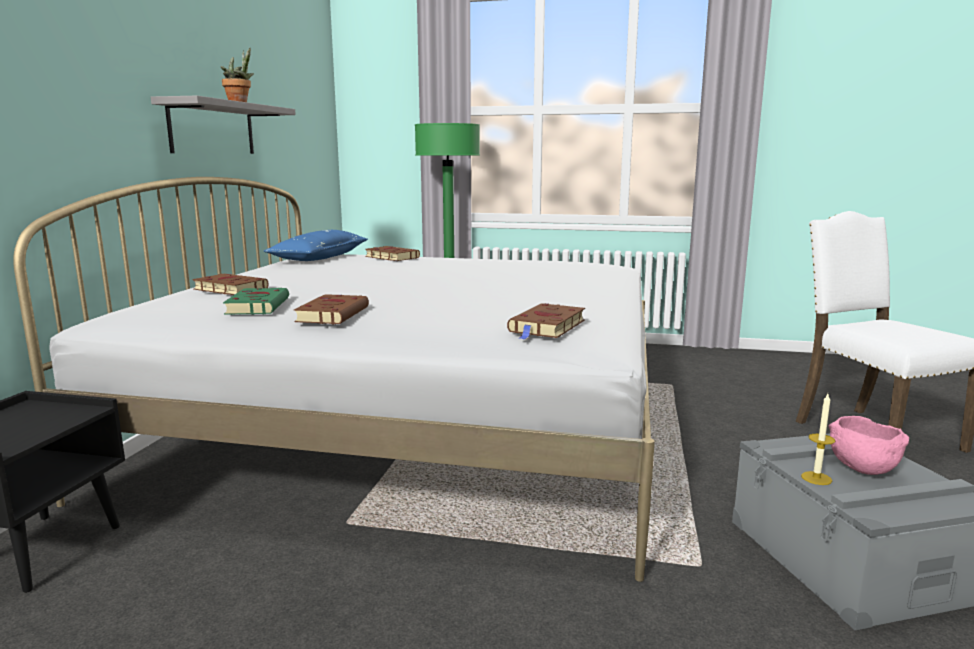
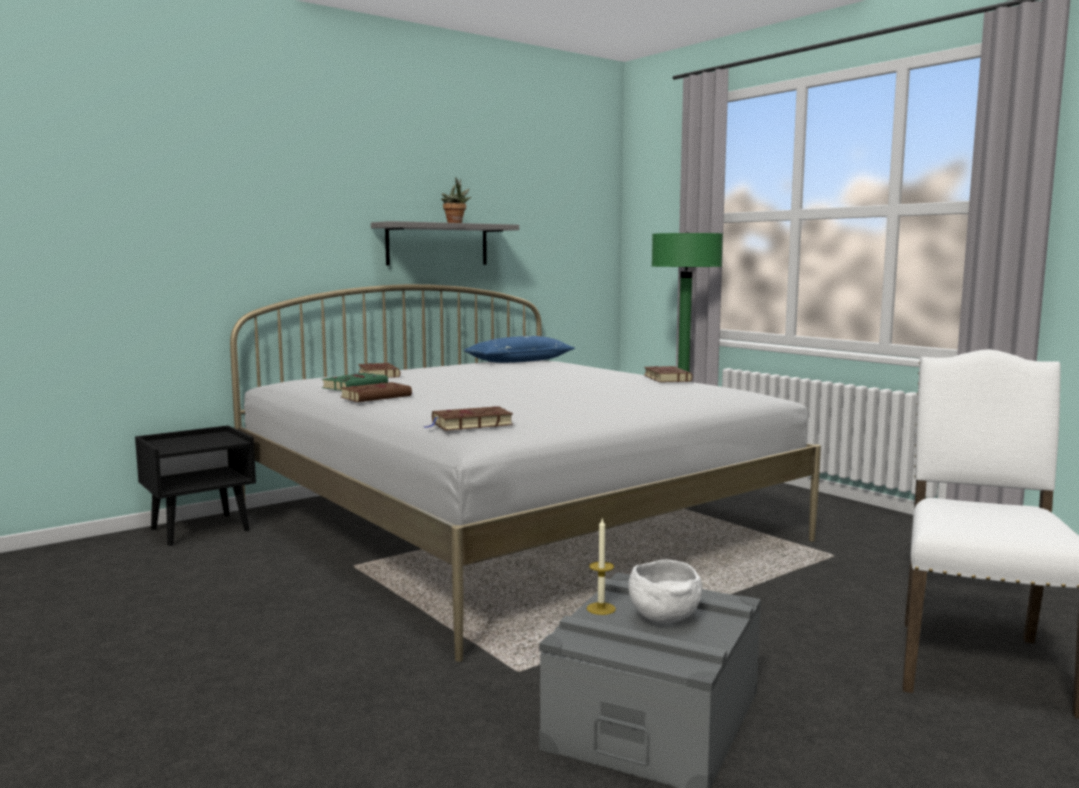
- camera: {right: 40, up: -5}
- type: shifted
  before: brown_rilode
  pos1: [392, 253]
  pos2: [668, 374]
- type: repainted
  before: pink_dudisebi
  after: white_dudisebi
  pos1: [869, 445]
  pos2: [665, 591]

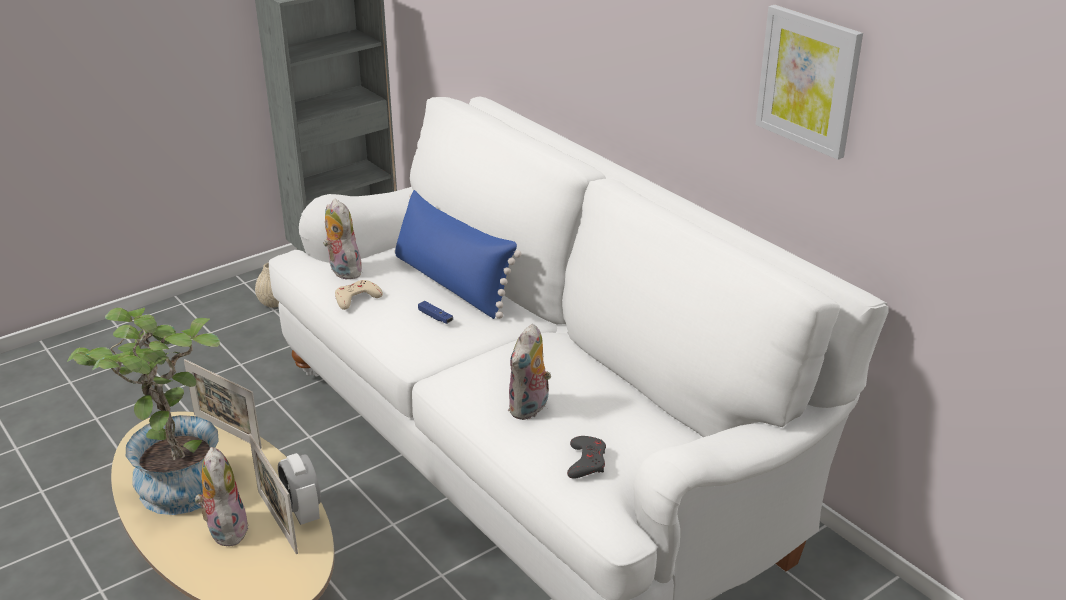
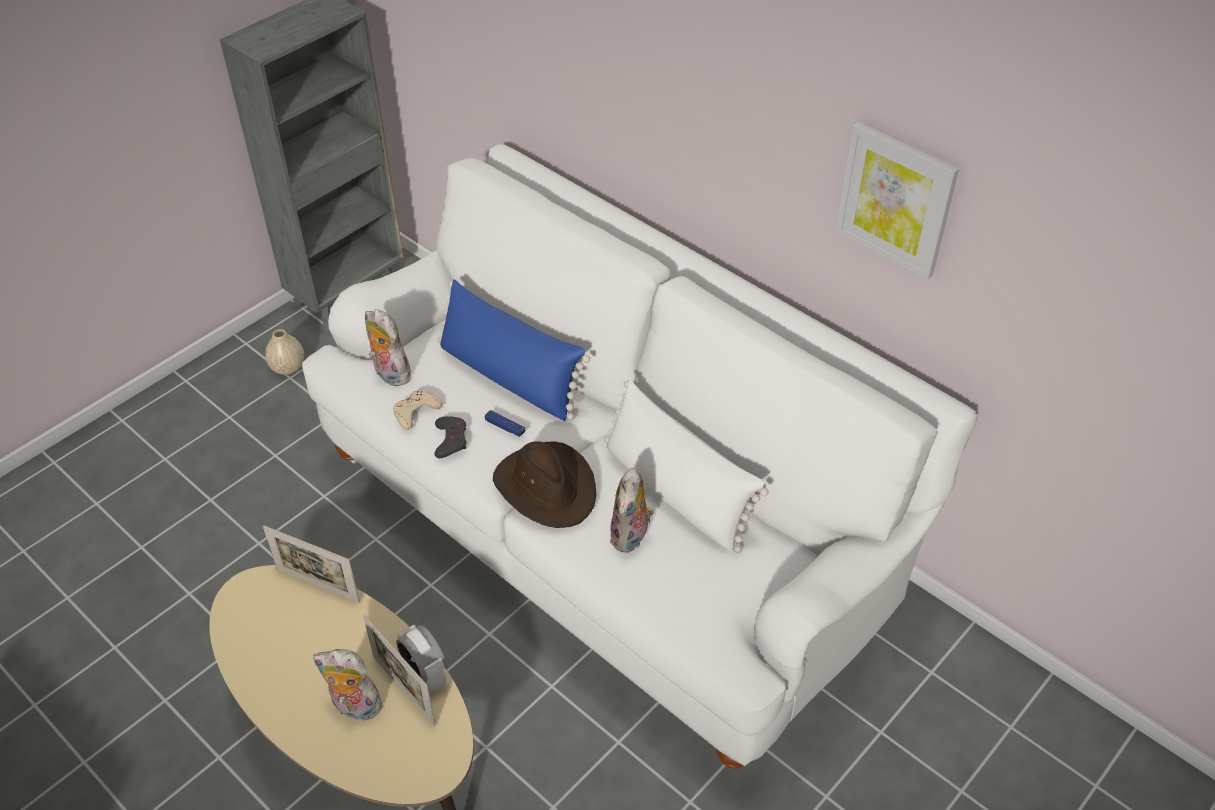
- camera: {right: -10, up: 15}
- type: gone
  before: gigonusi
  pos1: [143, 411]
- type: shifted
  before: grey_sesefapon
  pos1: [586, 457]
  pos2: [450, 437]
- type: rotated
  before: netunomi
  pos1: [222, 496]
  pos2: [349, 685]
  turn: -45
- type: new
  after: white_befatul
  pos2: [686, 466]
- type: new
  after: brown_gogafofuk
  pos2: [544, 484]

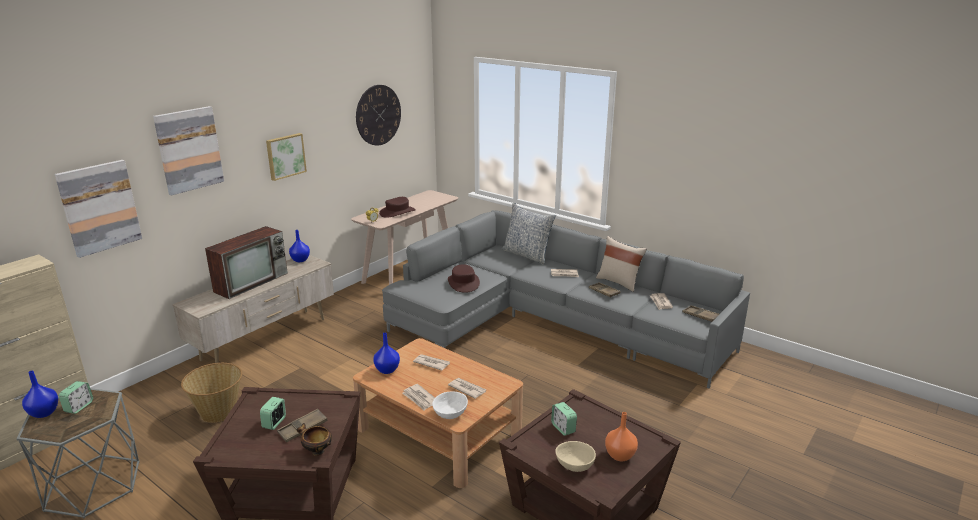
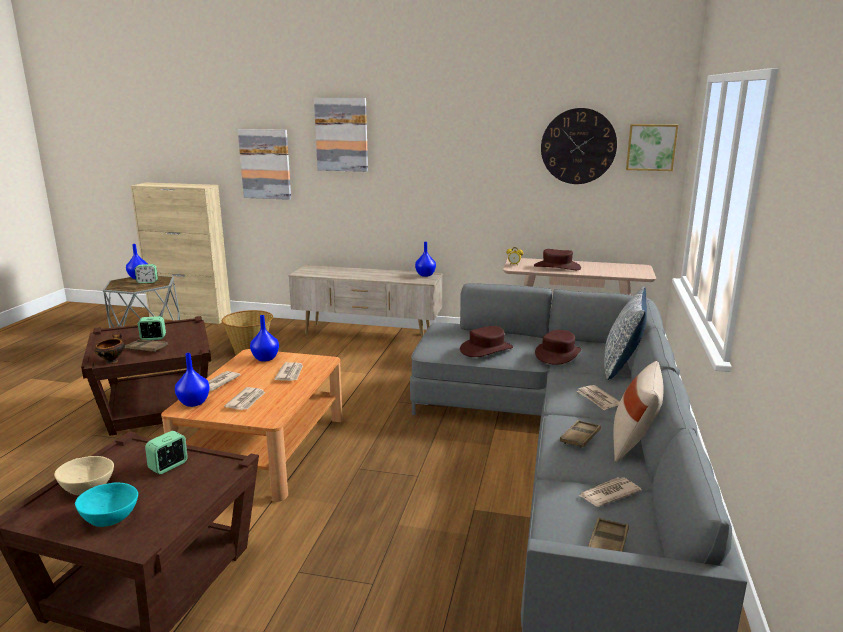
- camera: {right: 65, up: -5}
- type: shifted
  before: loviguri
  pos1: [286, 157]
  pos2: [652, 147]
- type: gone
  before: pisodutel
  pos1: [246, 262]
- type: swapped
  before: white_dudisebi
  after: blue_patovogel
  pos1: [450, 405]
  pos2: [192, 380]
- type: swapped
  before: orange_patovogel
  after: turquoise_dudisebi
  pos1: [621, 436]
  pos2: [106, 505]
- type: new
  after: brown_gogafofuk
  pos2: [558, 347]

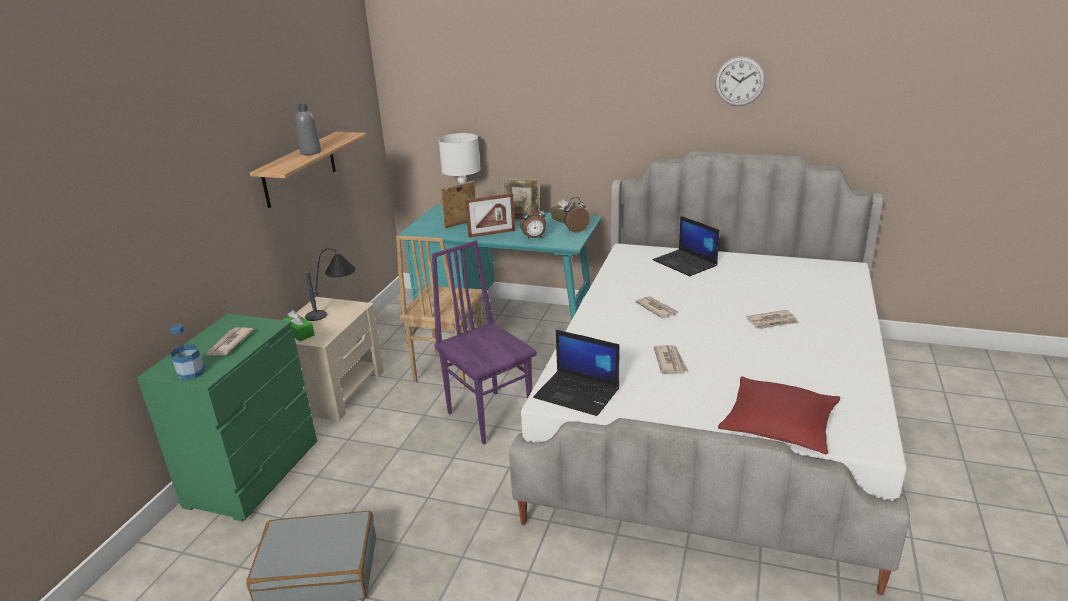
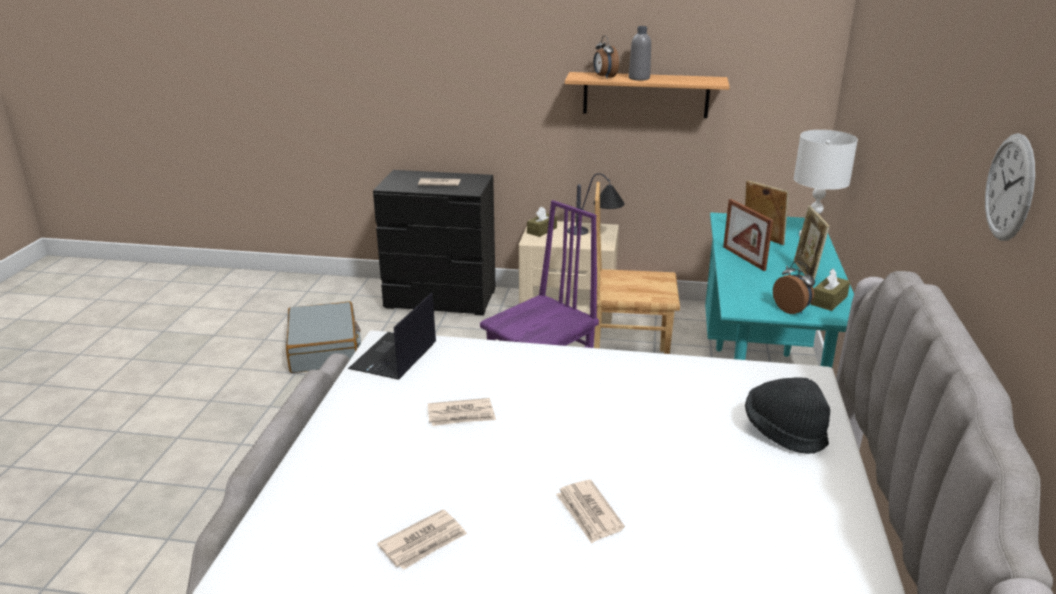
- camera: {right: 80, up: 0}
- type: shifted
  before: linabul
  pos1: [533, 222]
  pos2: [606, 56]
- type: swapped
  before: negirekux
  after: black_gogafofuk
  pos1: [686, 246]
  pos2: [787, 415]
- type: shifted
  before: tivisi
  pos1: [657, 307]
  pos2: [422, 539]
- type: repainted
  before: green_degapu
  after: brown_degapu
  pos1: [299, 325]
  pos2: [542, 221]
- type: repainted
  before: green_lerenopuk
  after: black_lerenopuk
  pos1: [227, 418]
  pos2: [434, 243]
- type: gone
  before: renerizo
  pos1: [187, 352]
- type: gone
  before: red_befatul
  pos1: [779, 415]

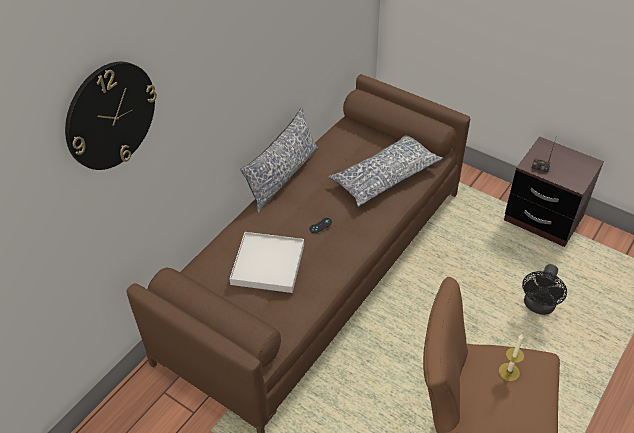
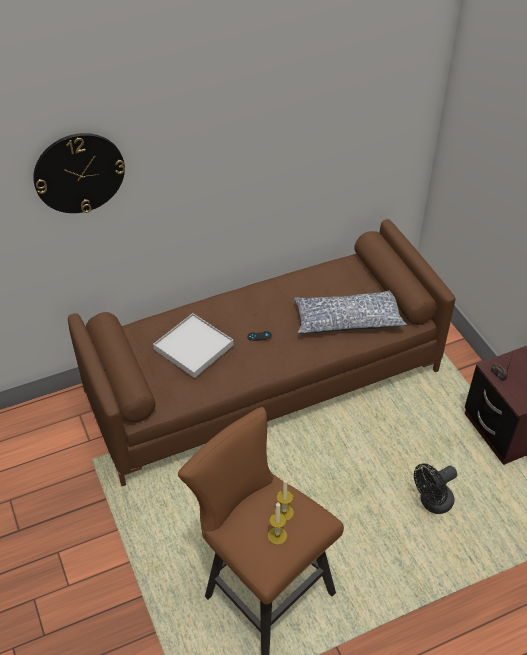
- camera: {right: 30, up: 0}
- type: gone
  before: befatul
  pos1: [279, 160]
- type: new
  after: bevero
  pos2: [277, 523]

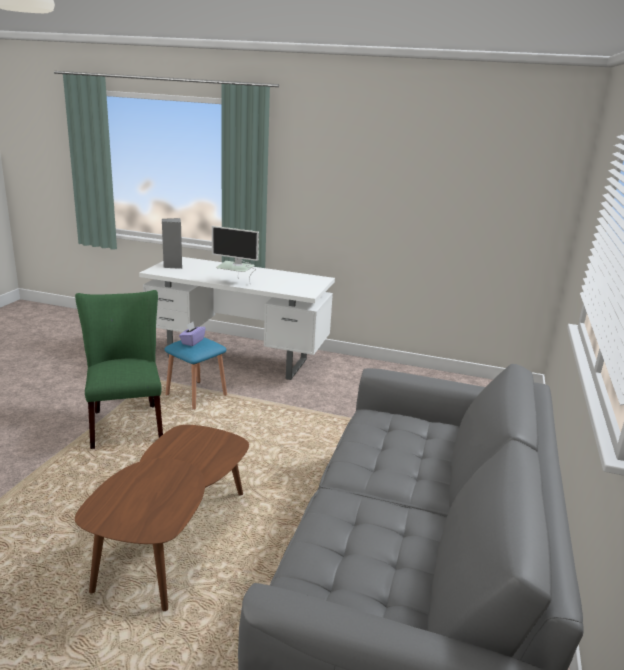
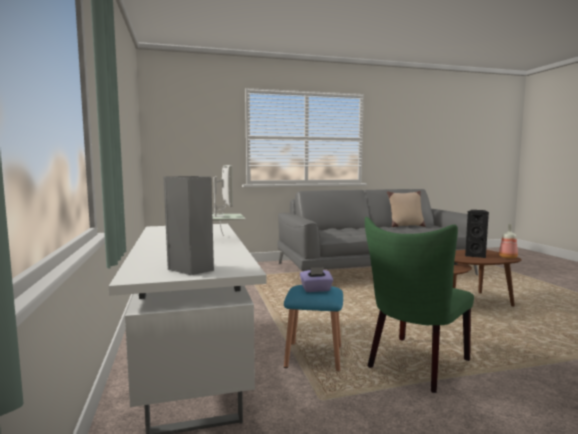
- camera: {right: -120, up: -15}
- type: new
  after: beige_befatul
  pos2: [406, 209]
- type: new
  after: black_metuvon
  pos2: [477, 234]
- type: new
  after: renerizo
  pos2: [508, 241]

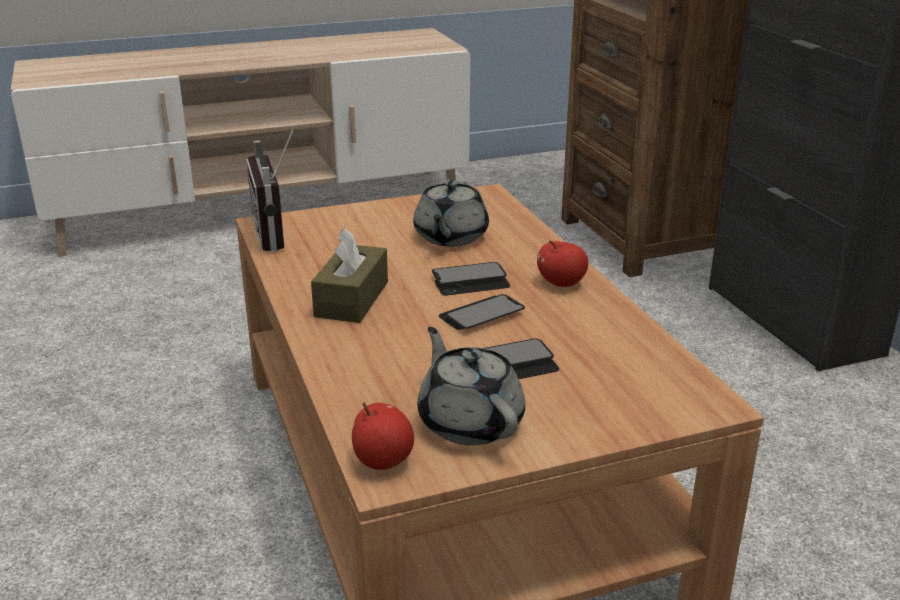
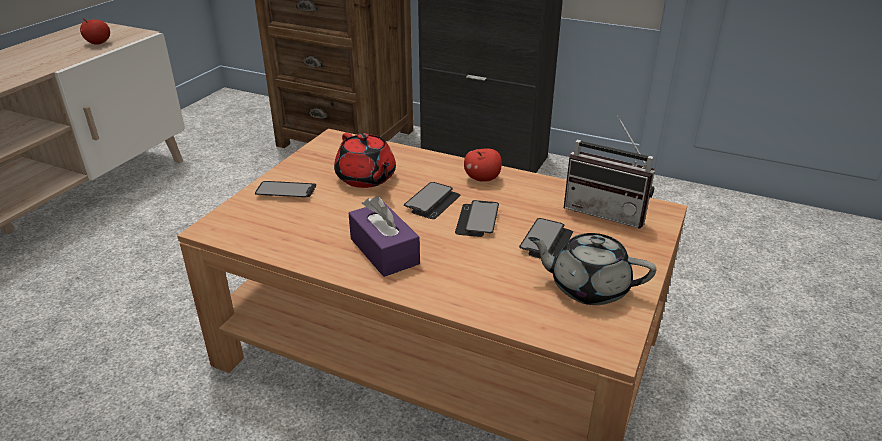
- camera: {right: -45, up: 5}
- type: shifted
  before: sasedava
  pos1: [270, 188]
  pos2: [609, 172]
- type: repainted
  before: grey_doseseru
  after: red_doseseru
  pos1: [451, 213]
  pos2: [365, 160]
- type: repainted
  before: brown_degapu
  after: purple_degapu
  pos1: [349, 275]
  pos2: [384, 236]
- type: shifted
  before: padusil
  pos1: [383, 436]
  pos2: [95, 31]
- type: new
  after: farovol
  pos2: [285, 189]

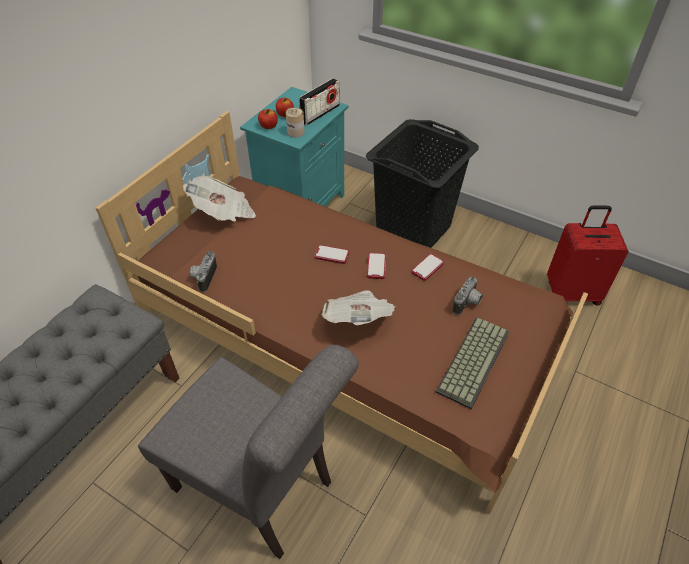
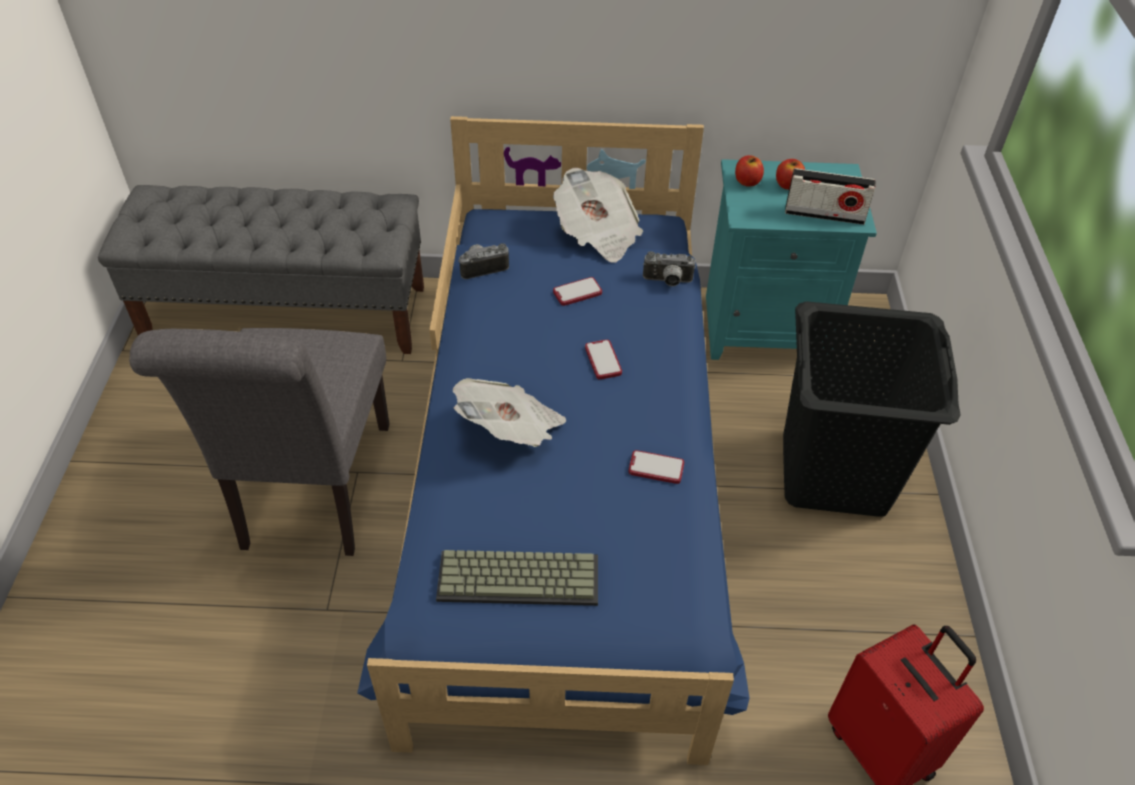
- camera: {right: 60, up: 0}
- type: gone
  before: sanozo
  pos1: [295, 122]
- type: repainted
  before: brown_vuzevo
  after: blue_vuzevo
  pos1: [342, 313]
  pos2: [553, 440]
- type: shifted
  before: farovol
  pos1: [376, 266]
  pos2: [577, 291]
- type: shifted
  before: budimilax
  pos1: [467, 296]
  pos2: [669, 268]

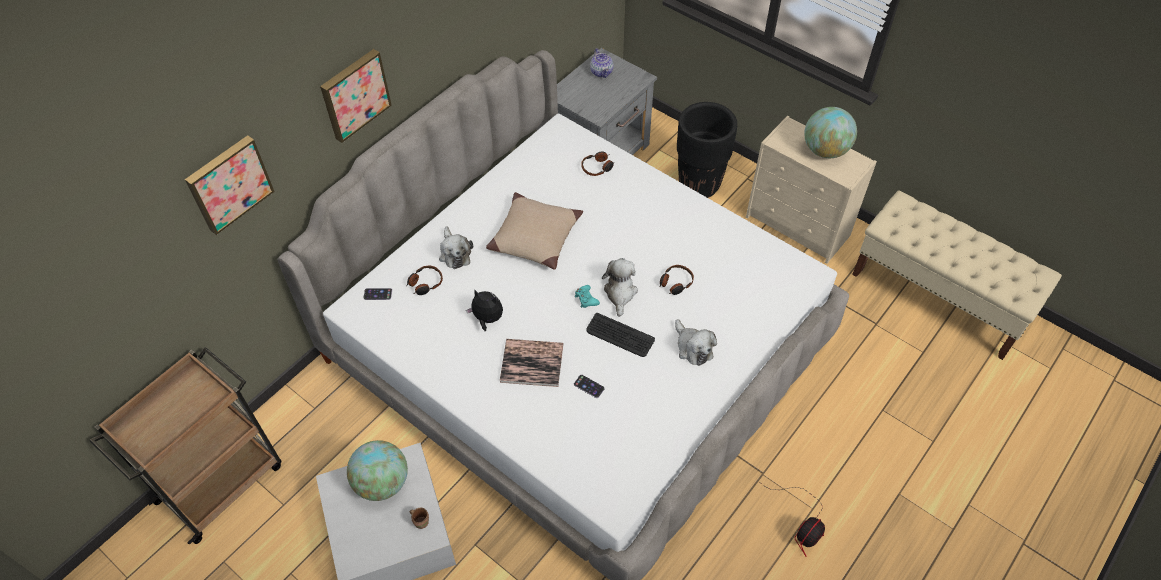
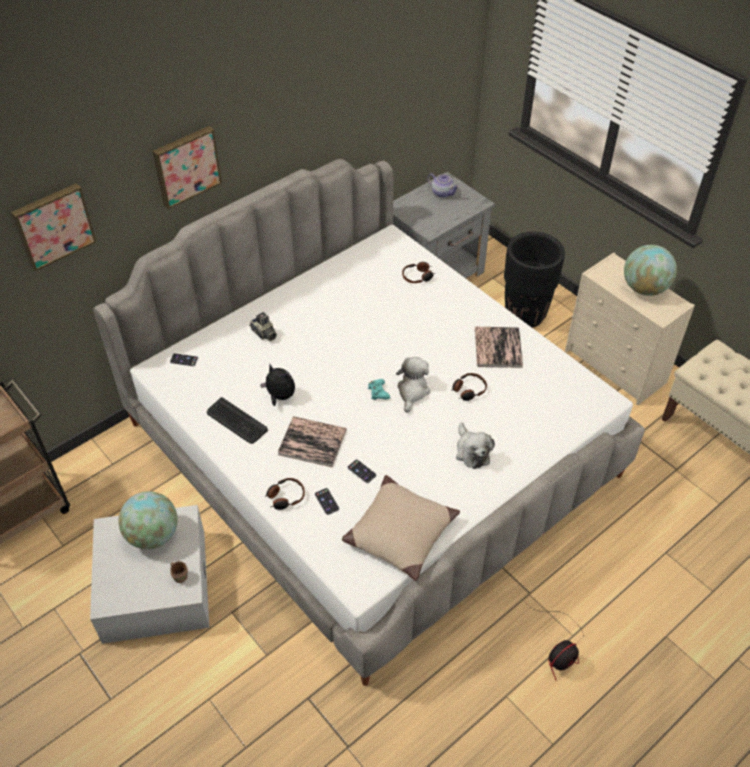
- camera: {right: 10, up: -5}
- type: rotated
  before: doseseru
  pos1: [602, 63]
  pos2: [443, 185]
  turn: -45
- type: shifted
  before: beige_befatul
  pos1: [534, 231]
  pos2: [401, 528]
- type: swapped
  before: netunomi
  after: budimilax
  pos1: [456, 247]
  pos2: [263, 326]
- type: shifted
  before: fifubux
  pos1: [424, 280]
  pos2: [284, 494]
- type: shifted
  before: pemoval
  pos1: [620, 335]
  pos2: [237, 420]
- type: new
  after: rilode
  pos2: [499, 347]
- type: new
  after: farovol
  pos2: [327, 501]

